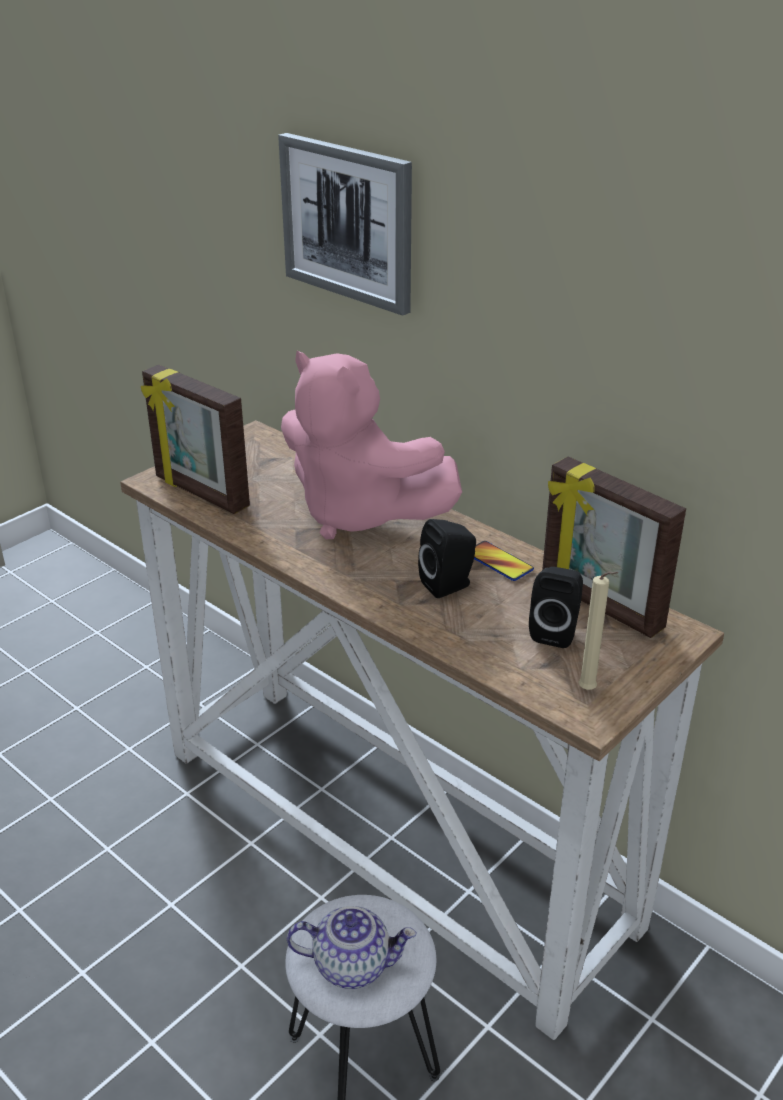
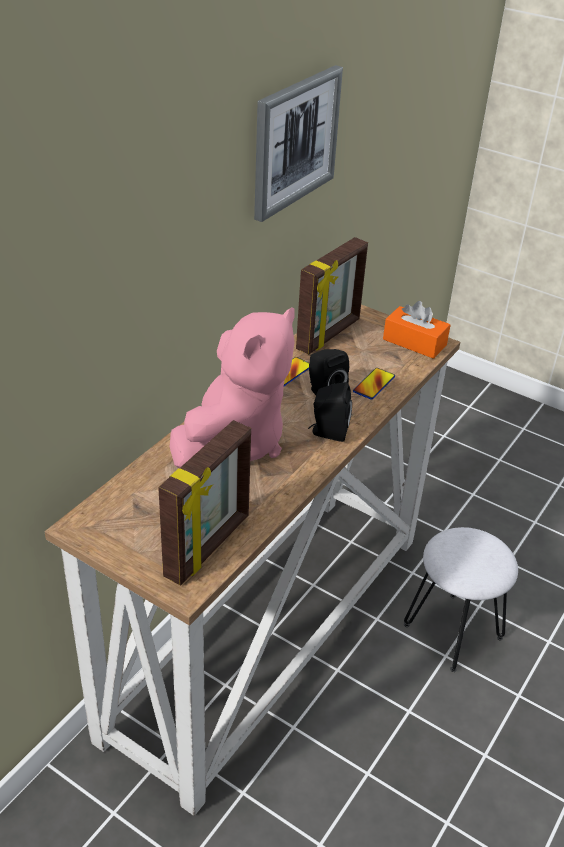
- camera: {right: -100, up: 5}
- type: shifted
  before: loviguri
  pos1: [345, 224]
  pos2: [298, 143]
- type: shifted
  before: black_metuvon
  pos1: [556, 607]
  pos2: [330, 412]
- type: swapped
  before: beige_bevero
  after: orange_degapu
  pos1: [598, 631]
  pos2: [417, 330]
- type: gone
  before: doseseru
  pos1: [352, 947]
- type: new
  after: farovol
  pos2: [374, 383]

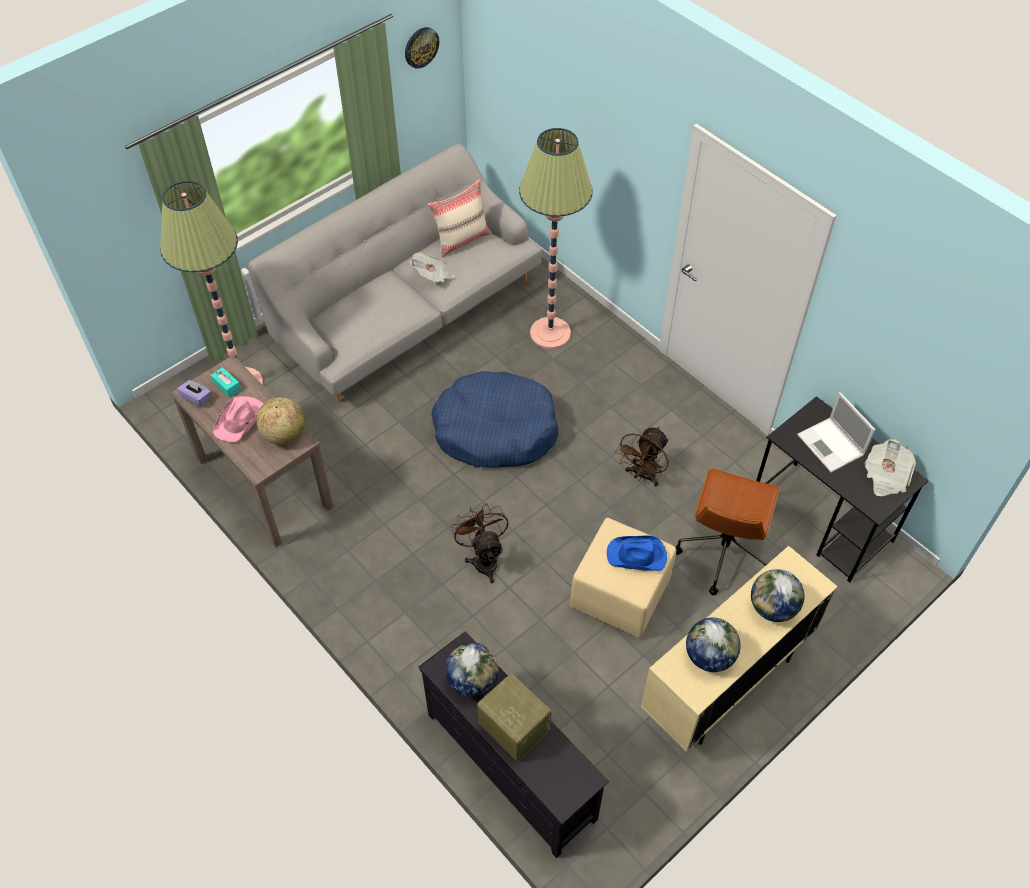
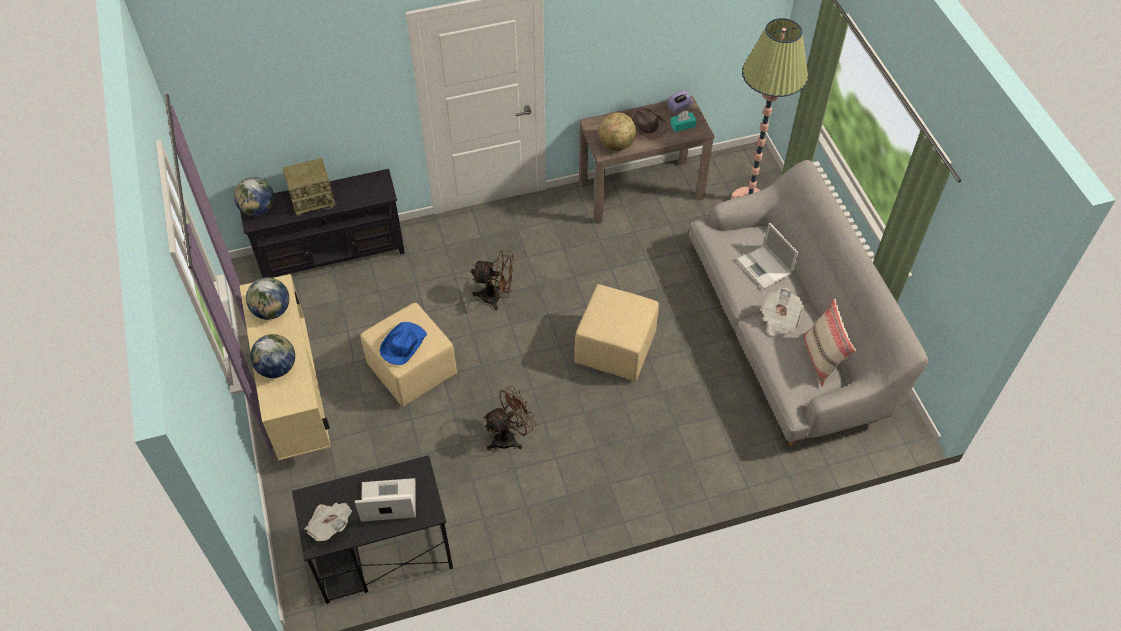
- camera: {right: 115, up: 0}
- type: gone
  before: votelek
  pos1: [422, 48]
- type: gone
  before: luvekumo
  pos1: [556, 238]
- type: swapped
  before: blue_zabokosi
  after: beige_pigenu
  pos1: [494, 419]
  pos2: [616, 332]
- type: repainted
  before: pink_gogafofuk
  after: brown_gogafofuk
  pos1: [238, 419]
  pos2: [646, 123]
- type: rotated
  before: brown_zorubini
  pos1: [642, 456]
  pos2: [509, 418]
  turn: 90
- type: gone
  before: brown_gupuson
  pos1: [727, 531]
- type: shifted
  before: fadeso
  pos1: [472, 670]
  pos2: [254, 196]
- type: new
  after: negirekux
  pos2: [767, 256]

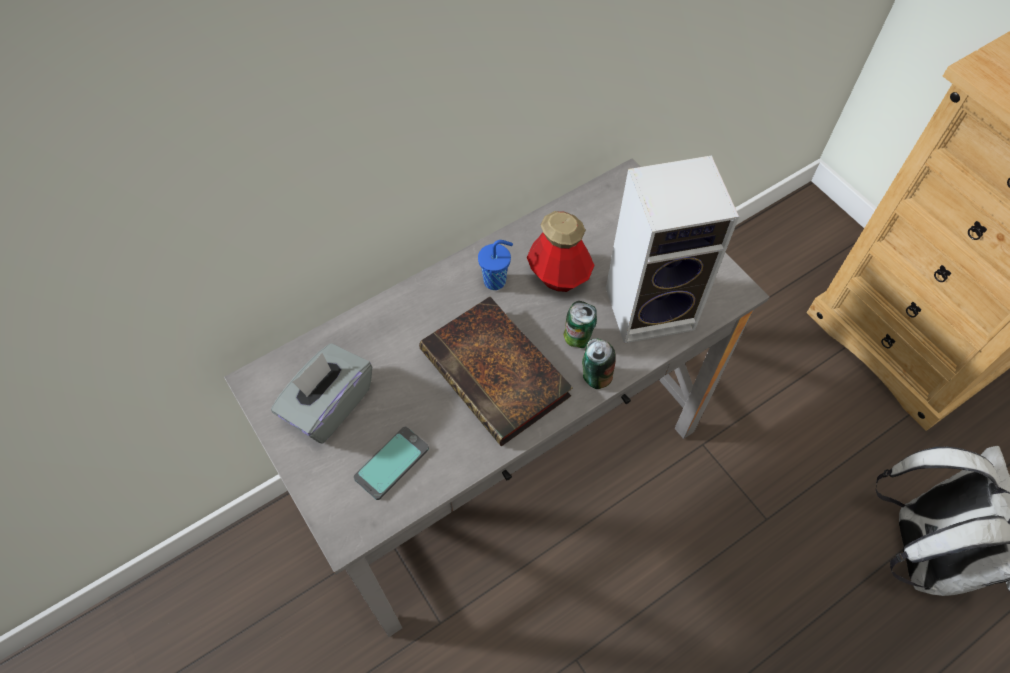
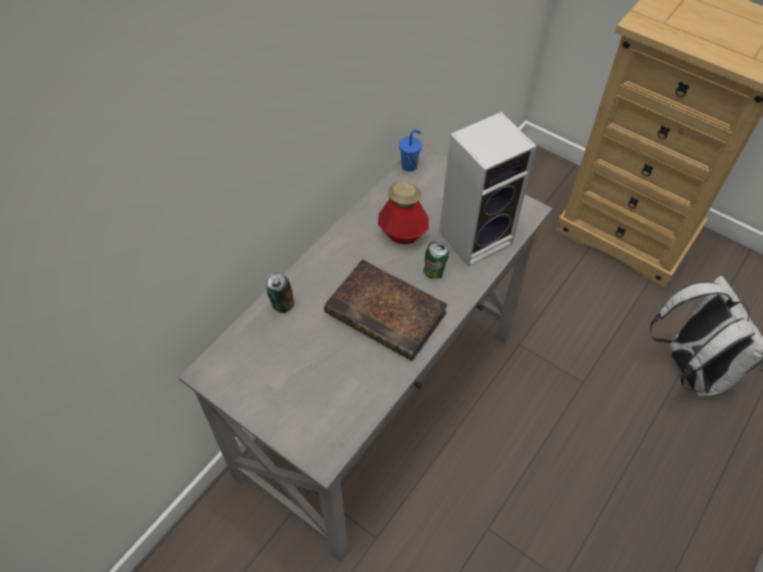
- camera: {right: -20, up: -5}
- type: shifted
  before: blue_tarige
  pos1: [495, 265]
  pos2: [410, 150]
- type: shifted
  before: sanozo
  pos1: [599, 363]
  pos2: [280, 293]
- type: gone
  before: grey_degapu
  pos1: [321, 393]
- type: gone
  before: farovol
  pos1: [391, 463]

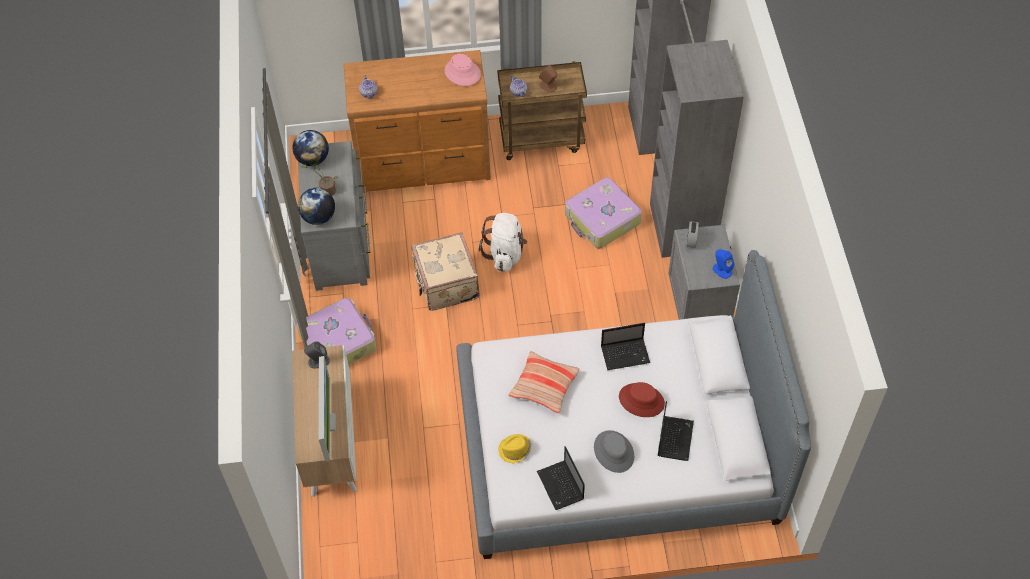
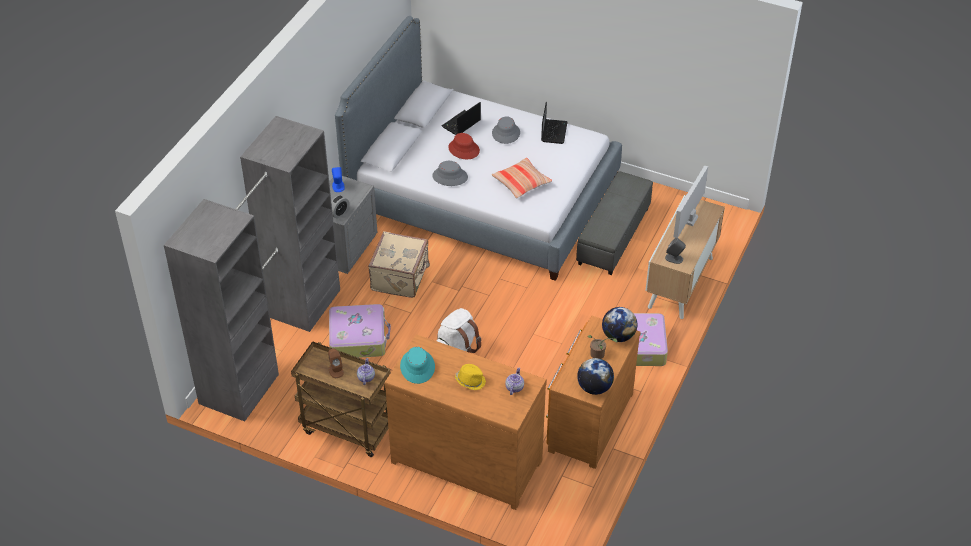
- camera: {right: -150, up: -10}
- type: repainted
  before: pink_gogafofuk
  after: turquoise_gogafofuk
  pos1: [463, 70]
  pos2: [417, 365]
- type: repainted
  before: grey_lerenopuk
  after: brown_lerenopuk
  pos1: [334, 216]
  pos2: [593, 392]
- type: shifted
  before: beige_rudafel
  pos1: [445, 271]
  pos2: [399, 264]
- type: swapped
  before: negirekux
  after: grey_gogafofuk
  pos1: [625, 346]
  pos2: [450, 173]
- type: shifted
  before: yellow_gogafofuk
  pos1: [514, 449]
  pos2: [470, 377]
- type: new
  after: grey_pigenu
  pos2: [614, 223]

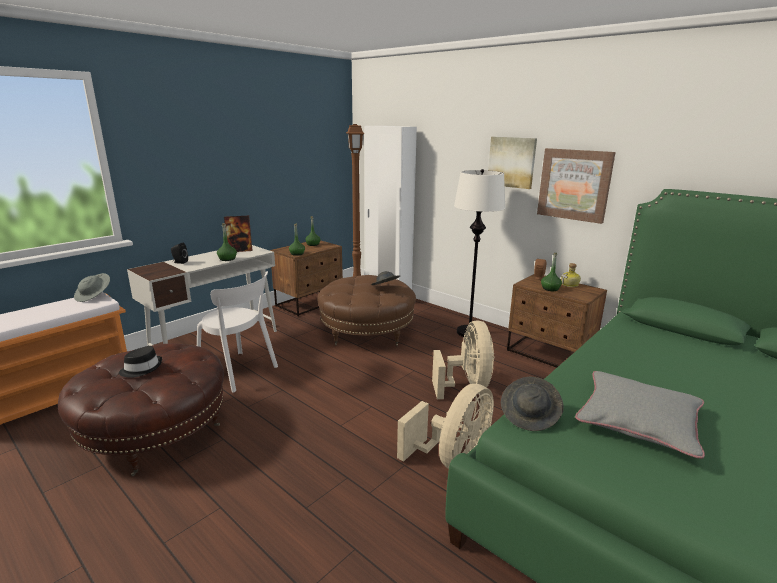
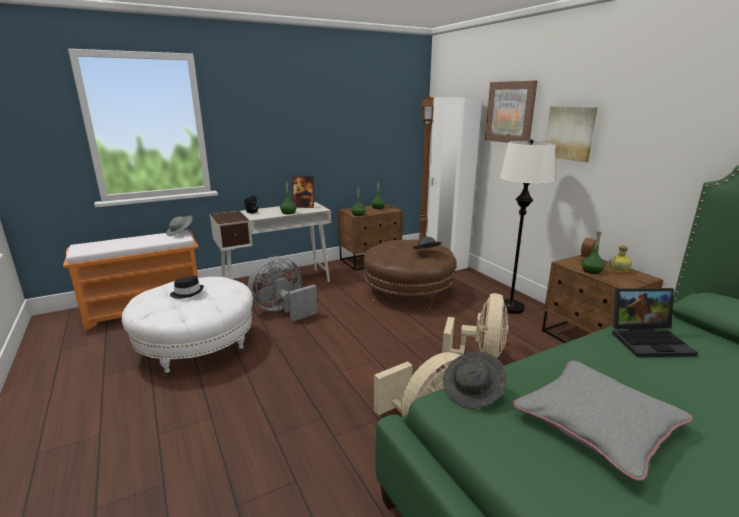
- camera: {right: 20, up: 0}
- type: shifted
  before: loviguri
  pos1: [576, 186]
  pos2: [511, 112]
- type: swapped
  before: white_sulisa
  after: grey_zorubini
  pos1: [237, 332]
  pos2: [283, 288]
- type: repainted
  before: brown_pigenu
  after: white_pigenu
  pos1: [141, 409]
  pos2: [187, 327]
- type: new
  after: negirekux
  pos2: [655, 322]

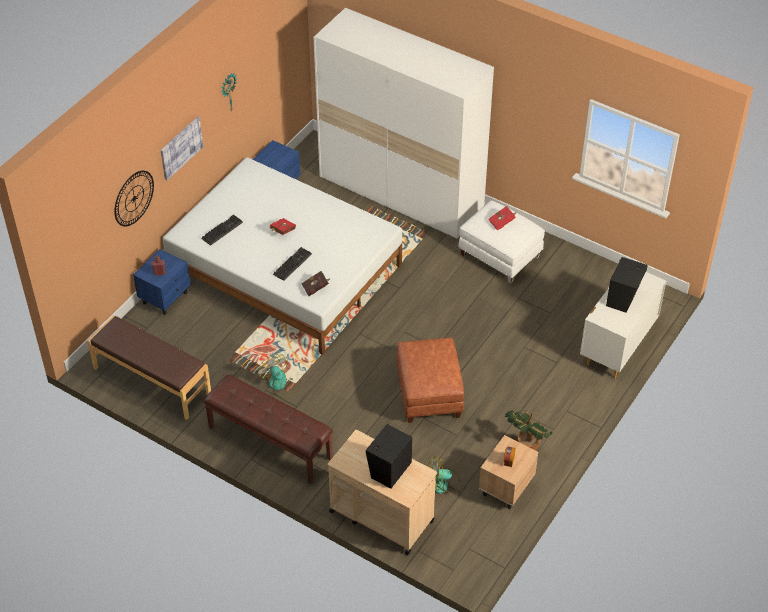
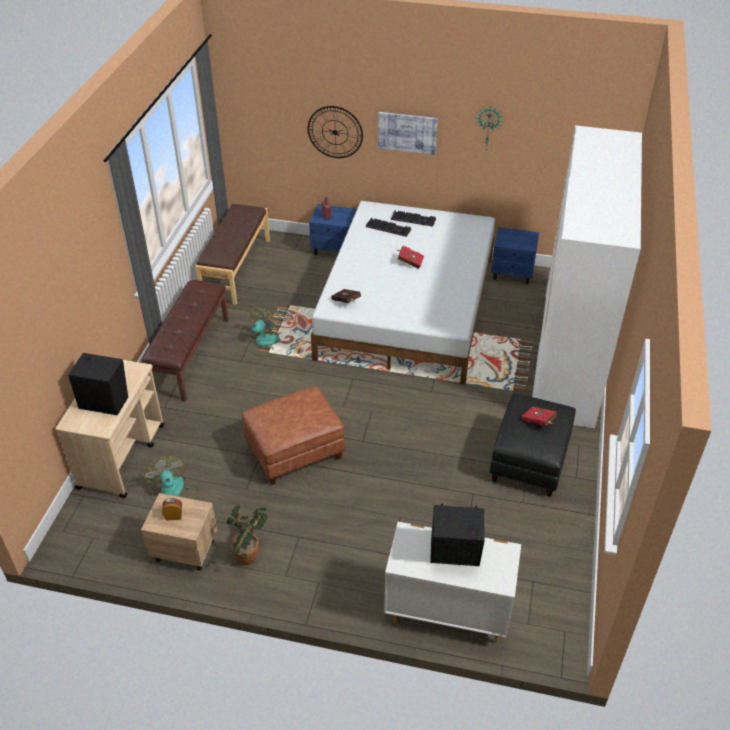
- camera: {right: 70, up: -5}
- type: repainted
  before: white_pigenu
  after: black_pigenu
  pos1: [501, 241]
  pos2: [532, 445]
- type: shifted
  before: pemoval
  pos1: [292, 264]
  pos2: [413, 218]

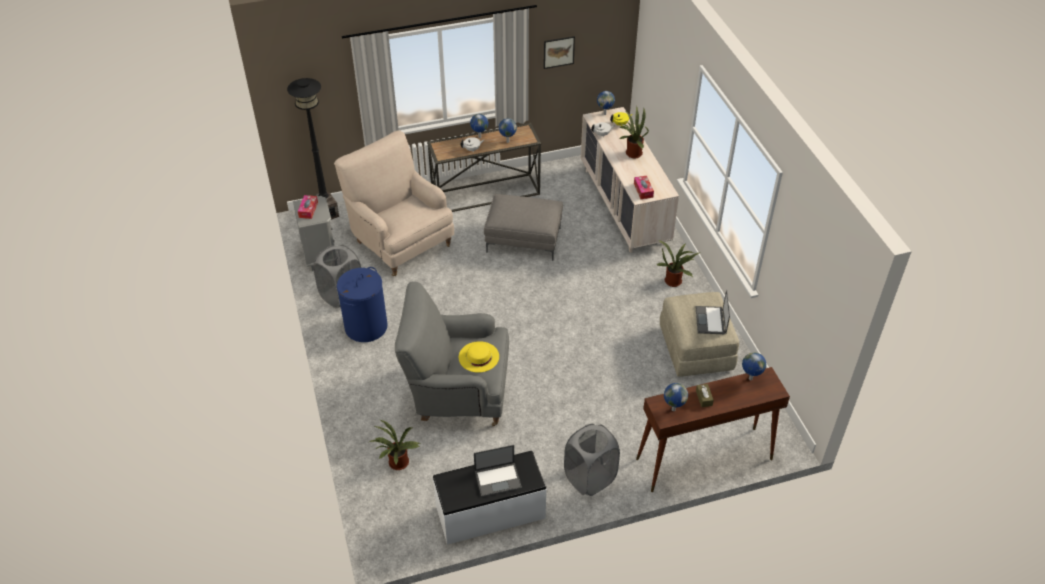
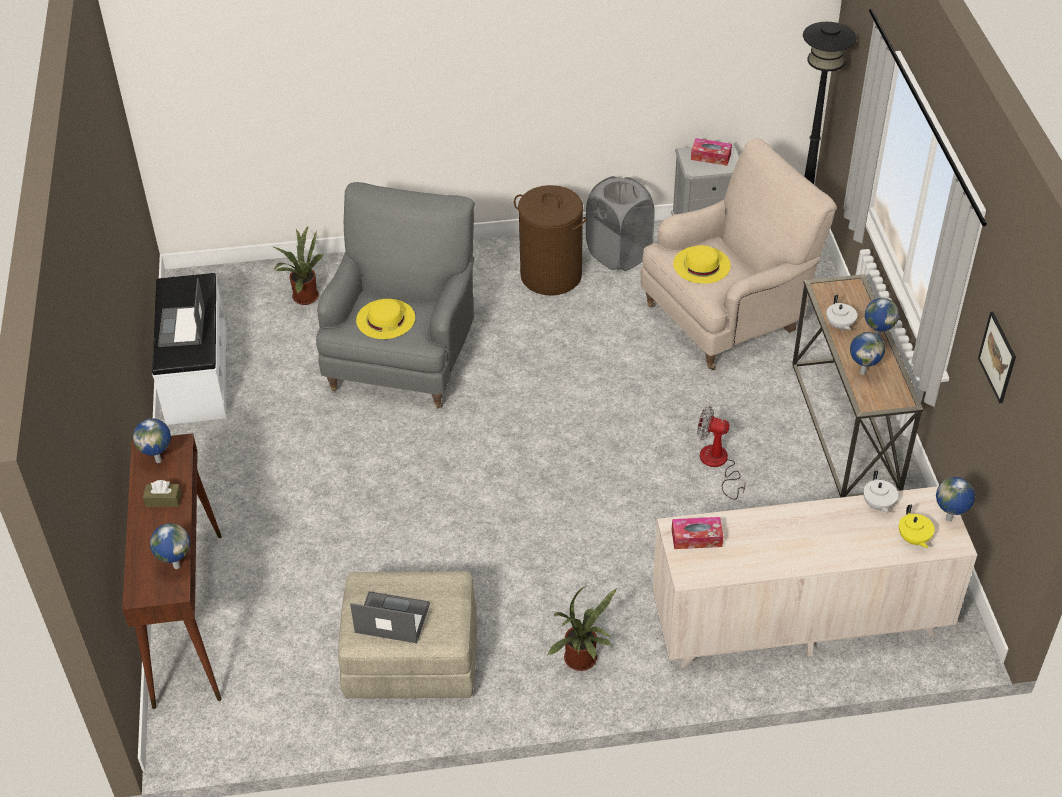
- camera: {right: 100, up: 0}
- type: gone
  before: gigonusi
  pos1: [634, 132]
- type: swapped
  before: grey_pigenu
  after: zorubini
  pos1: [523, 227]
  pos2: [721, 453]
- type: repainted
  before: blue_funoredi
  after: brown_funoredi
  pos1: [362, 304]
  pos2: [550, 240]
- type: gone
  before: grey_funoredi
  pos1: [592, 460]
- type: new
  after: yellow_gogafofuk
  pos2: [702, 264]

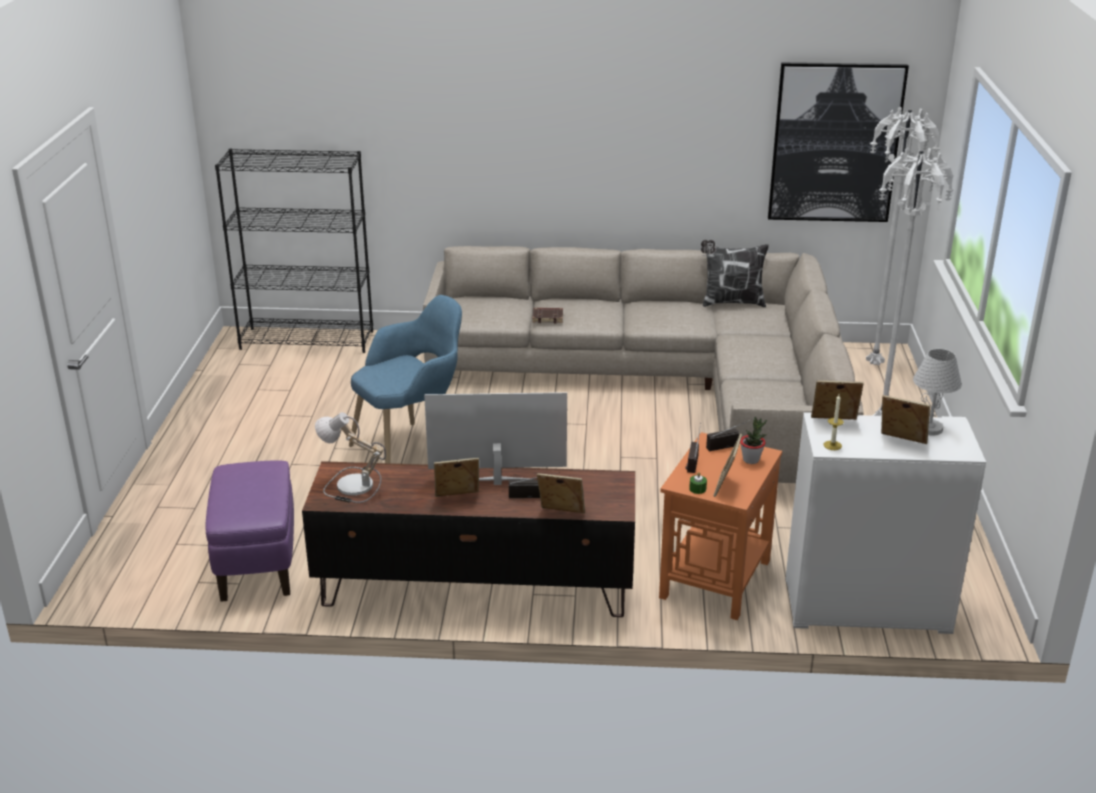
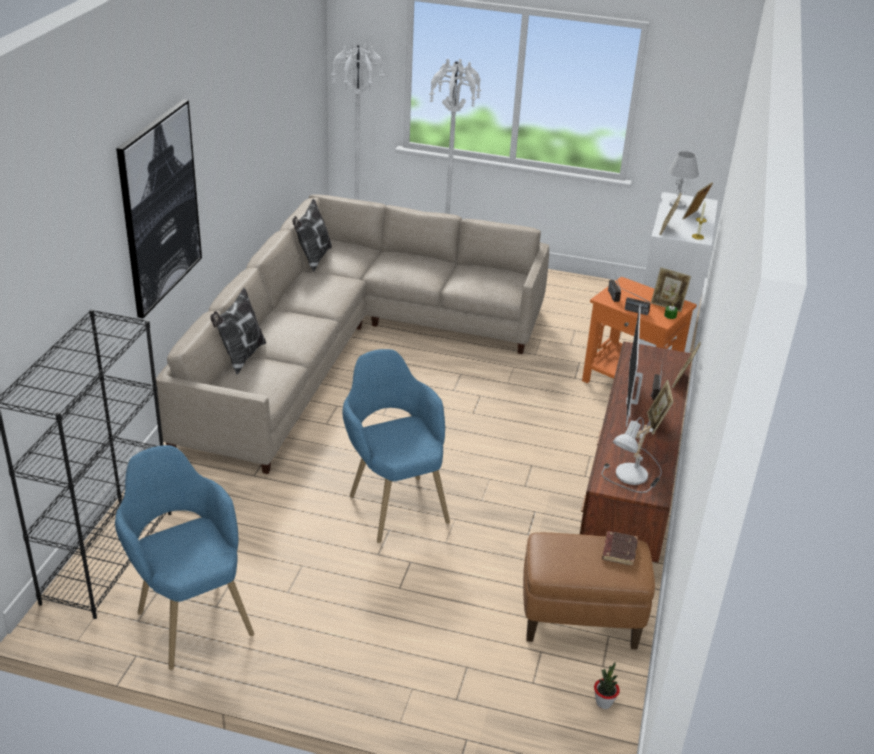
- camera: {right: -80, up: 5}
- type: shifted
  before: loviguri
  pos1: [838, 142]
  pos2: [159, 208]
- type: shifted
  before: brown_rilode
  pos1: [547, 315]
  pos2: [620, 548]
- type: shifted
  before: gigonusi
  pos1: [753, 440]
  pos2: [607, 685]
- type: repainted
  before: purple_pigenu
  after: brown_pigenu
  pos1: [249, 531]
  pos2: [589, 591]
- type: new
  after: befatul
  pos2: [238, 331]
- type: new
  after: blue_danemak
  pos2: [184, 557]

